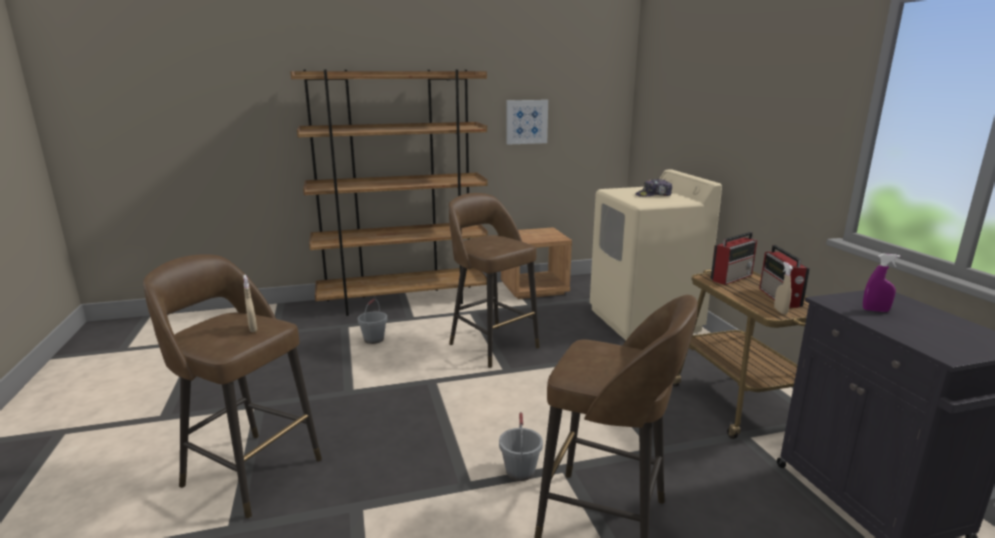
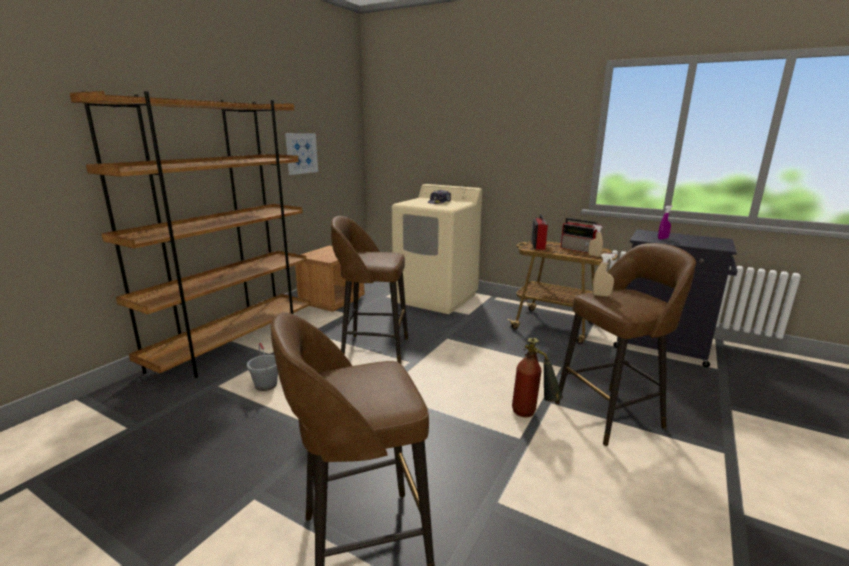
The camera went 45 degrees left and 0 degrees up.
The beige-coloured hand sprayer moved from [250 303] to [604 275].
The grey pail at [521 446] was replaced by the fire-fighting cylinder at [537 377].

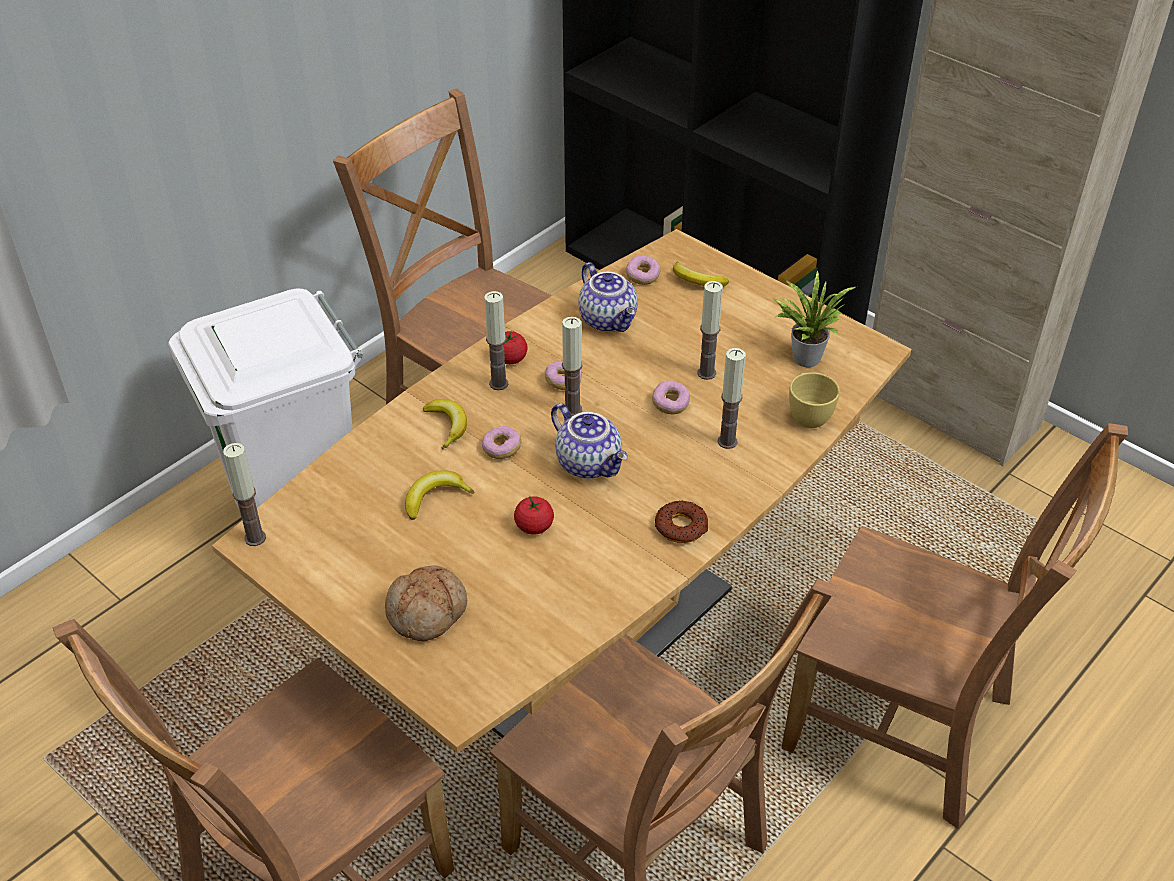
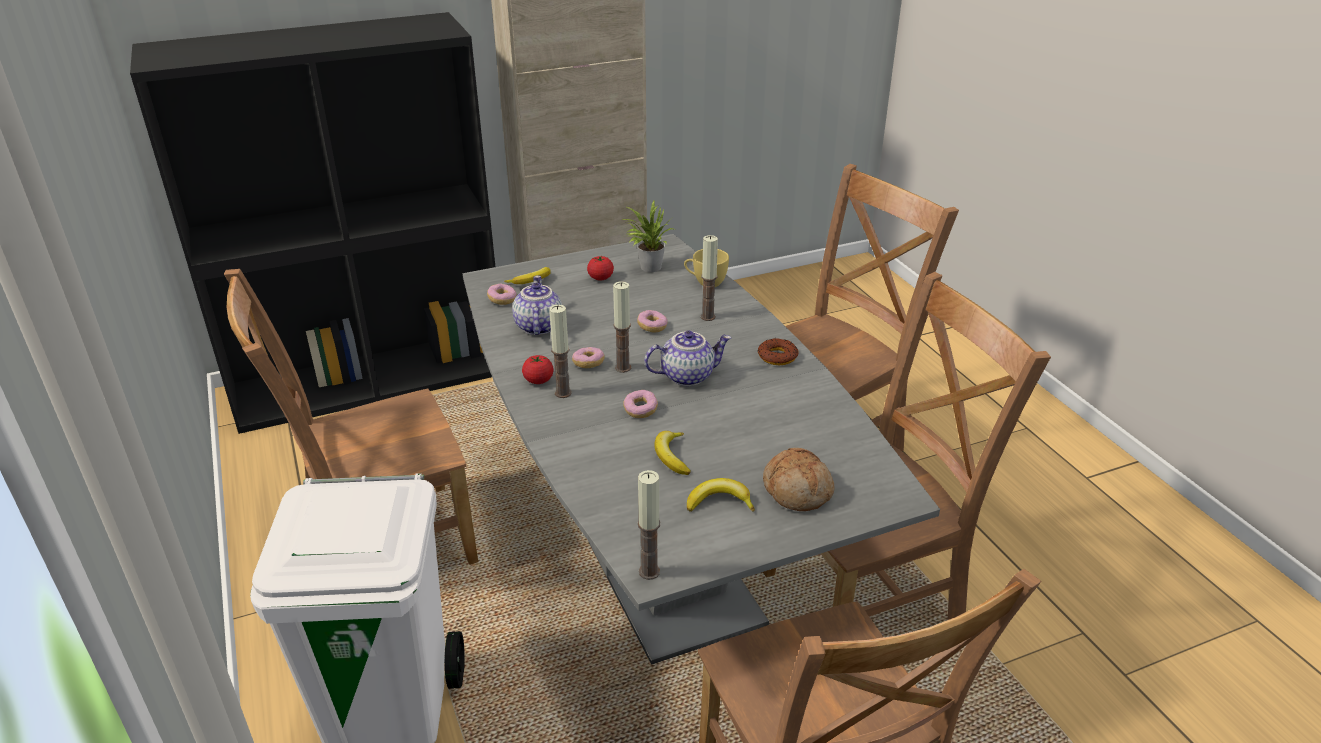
The camera went 65 degrees left and 10 degrees down.
The brown dinner table at [561 491] became the grey dinner table at [701 449].
The whole banana moved from [445 424] to [721 495].
The tomato moved from [534 515] to [600 268].
The tea pot at [608 297] turned 90 degrees counterclockwise.
The wax light at [710 330] disappeared.

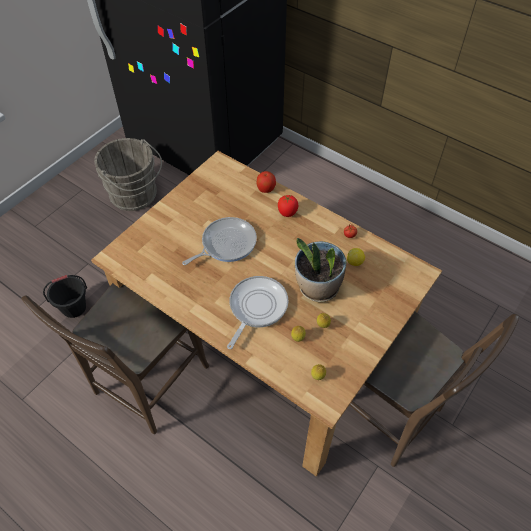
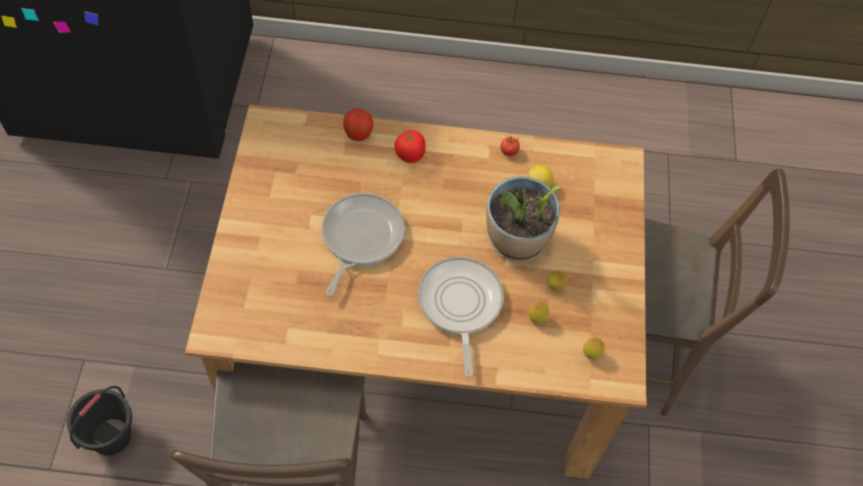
The camera went 35 degrees left and 5 degrees up.
The grey pail at [128 174] disappeared.

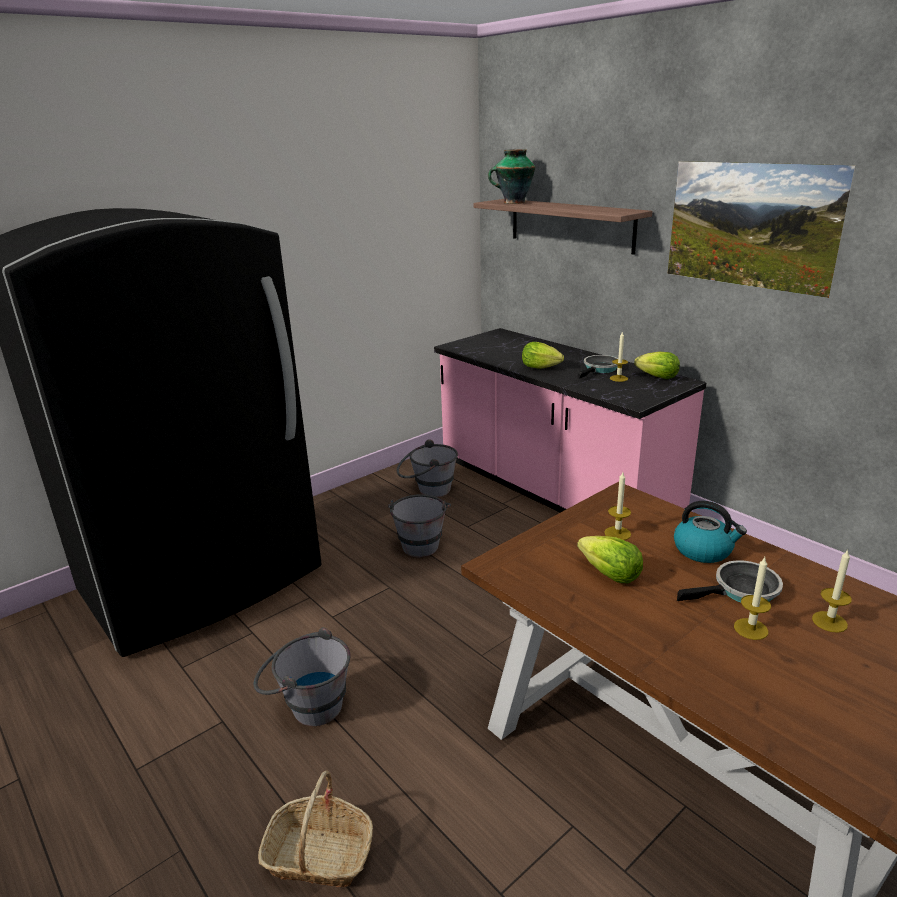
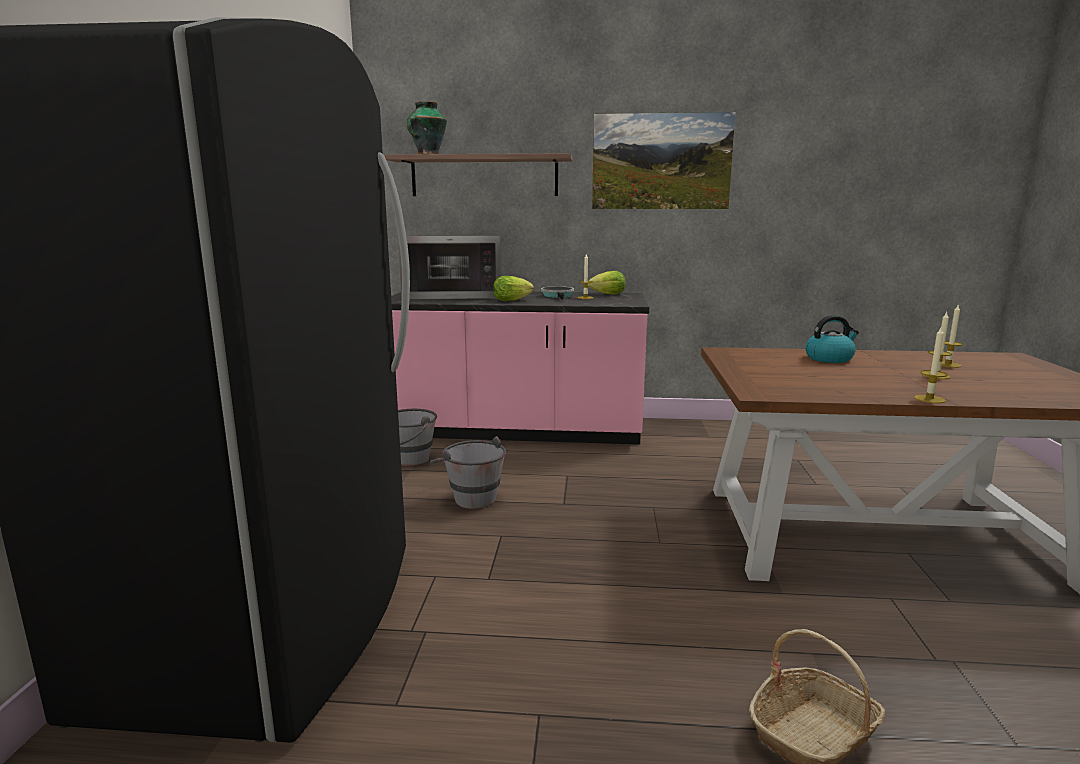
The camera went 45 degrees left and 10 degrees down.
The grey pail at [302 676] disappeared.
The lettuce at [610 559] disappeared.
The wax light moved from [617 506] to [931 364].
The frying pan at [730 581] disappeared.
The kitchen microwave at [449 267] appeared.

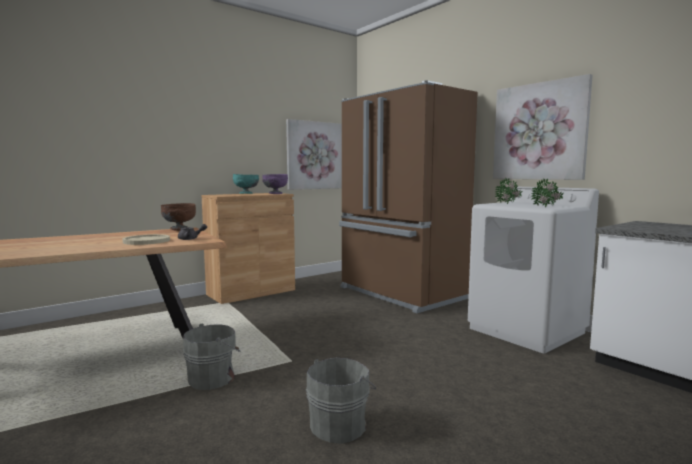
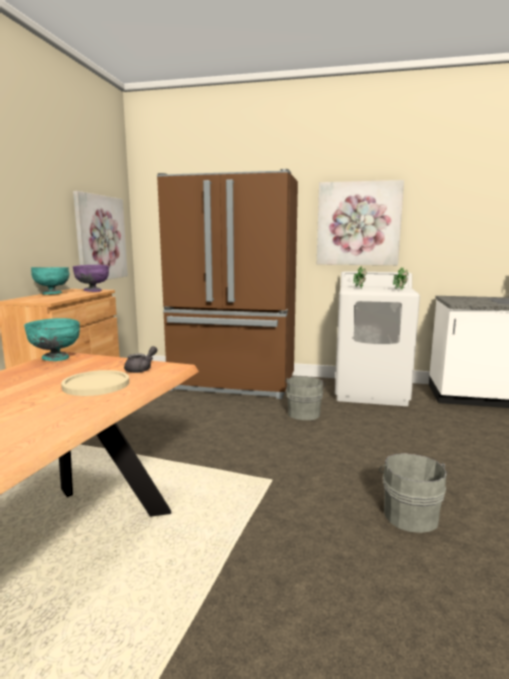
The camera went 40 degrees left and 5 degrees up.
The brown deep dish at [178 217] became the turquoise-coloured deep dish at [52 339].
The grey pail moved from [212 356] to [305 398].

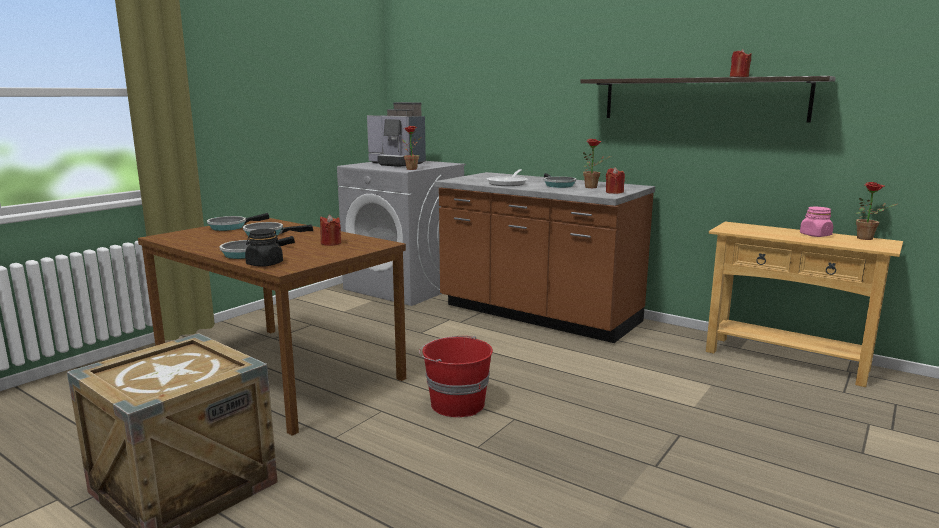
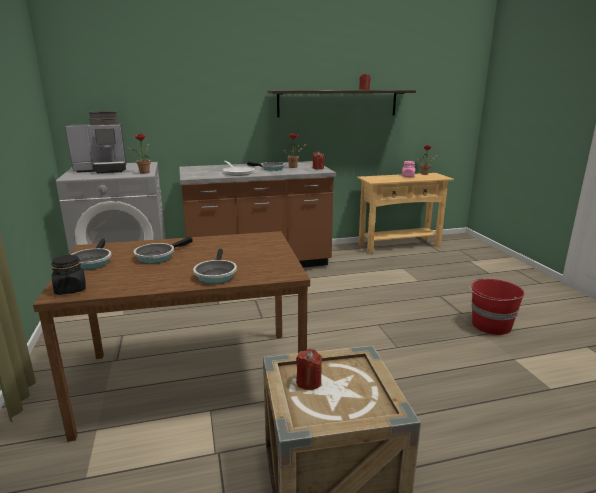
The camera went 50 degrees left and 5 degrees up.
The blackish jar moved from [264 248] to [68 274].
The red wax light moved from [330 230] to [309 369].
The red pail moved from [456 376] to [497 306].

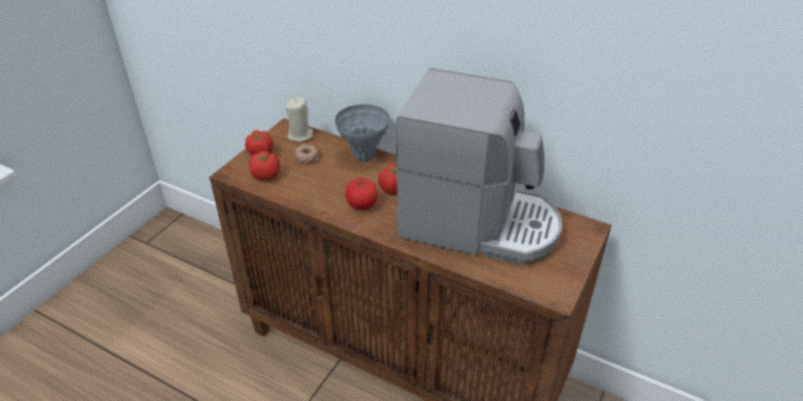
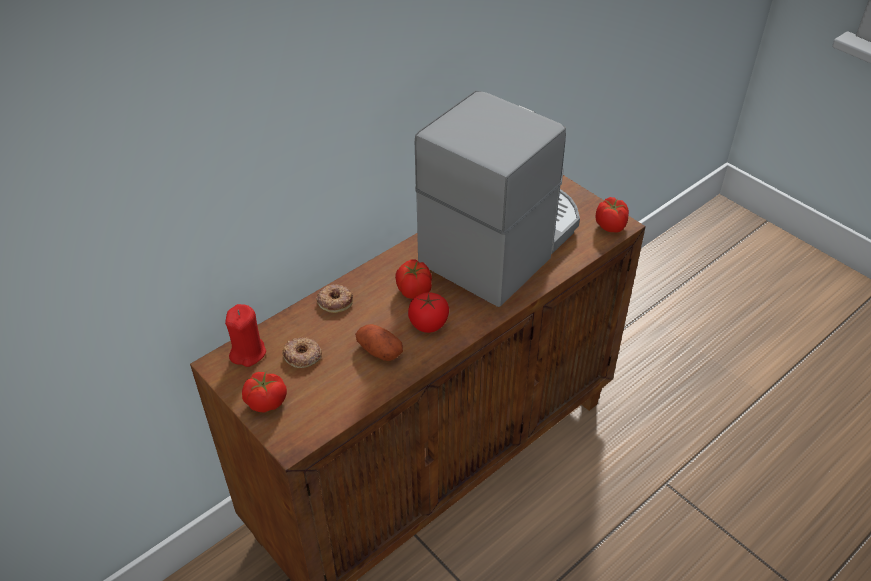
The camera went 70 degrees left and 5 degrees up.
The tomato moved from [264 165] to [612 214].
The beige-coloured wax light at [299 120] became the red wax light at [245 335].
The grey vase at [362 133] was replaced by the doughnut at [334 298].
The whole potato at [379 342] appeared.

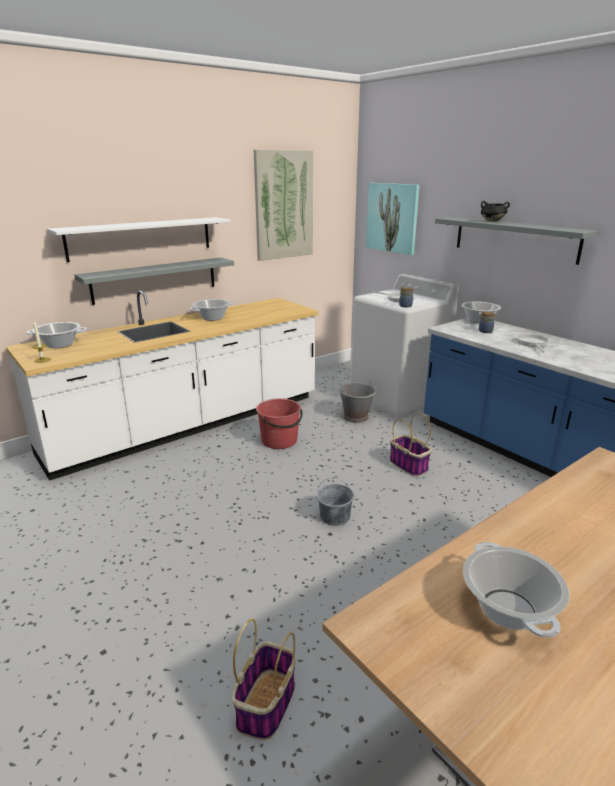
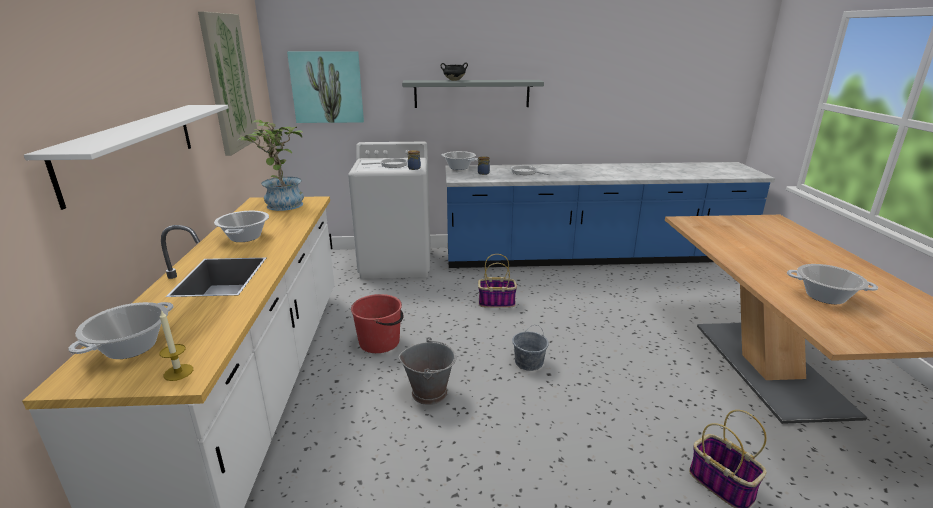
The camera went 55 degrees left and 0 degrees up.
The grey bracket shelf at [154 281] disappeared.
The grey pail moved from [357 402] to [427 371].
The potted plant at [271 165] appeared.

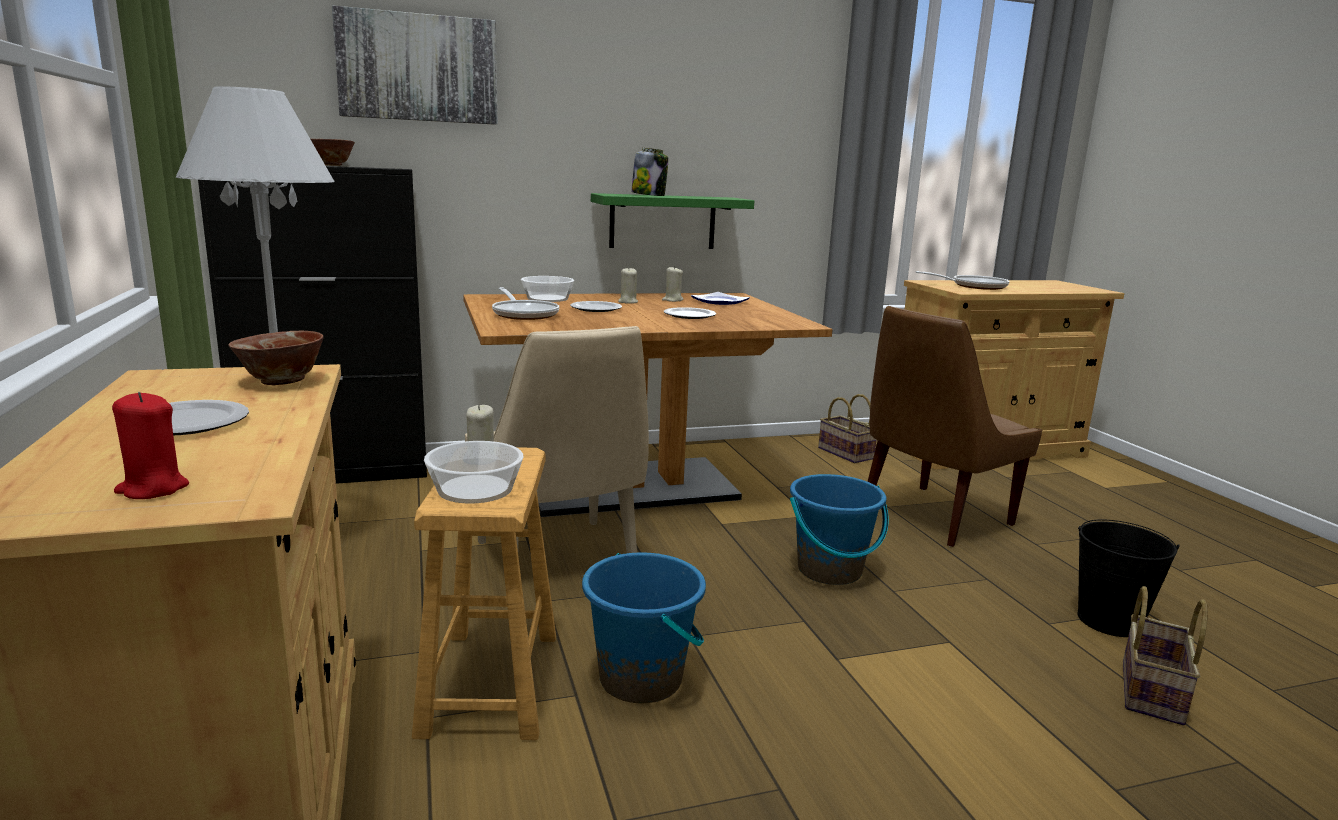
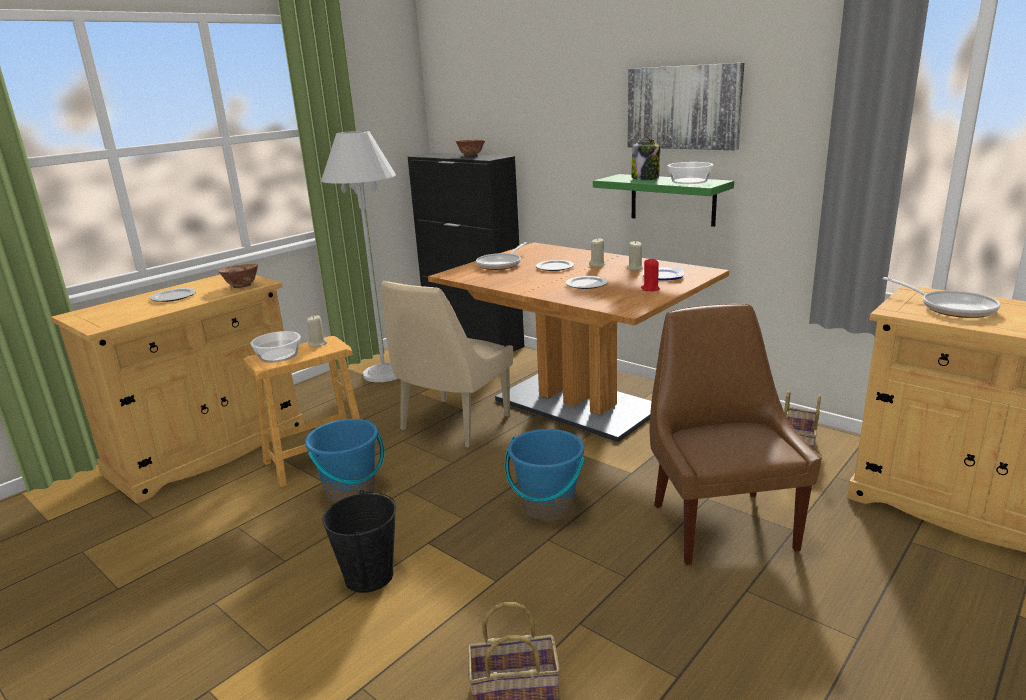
The camera went 60 degrees right and 5 degrees up.
The red wax light moved from [150 445] to [650 275].
The wall art moved from [415 65] to [685 106].
The deep dish moved from [547 289] to [690 173].
The brown chair at [955 426] turned 60 degrees clockwise.
The blackish pail moved from [1128 578] to [359 541].

